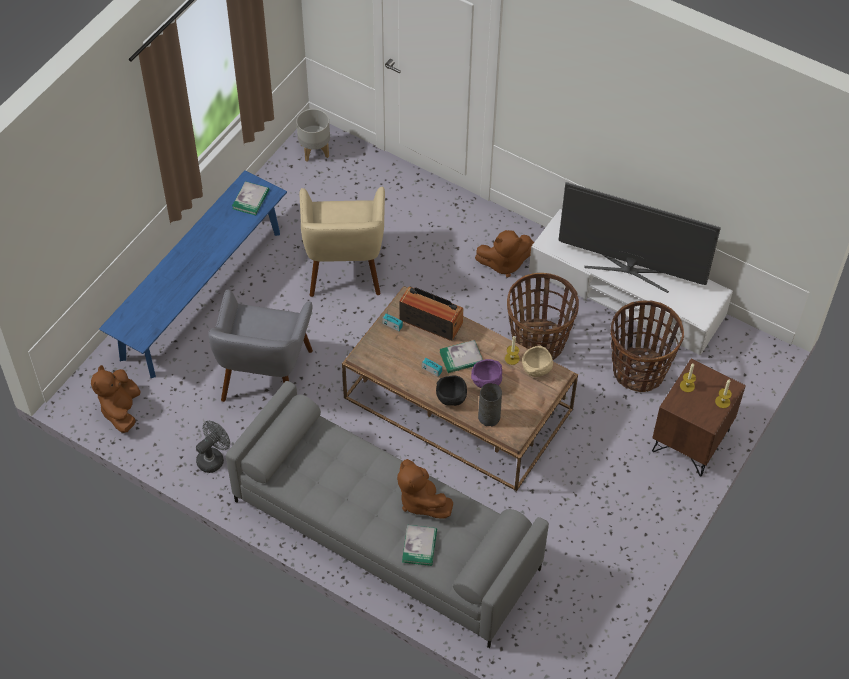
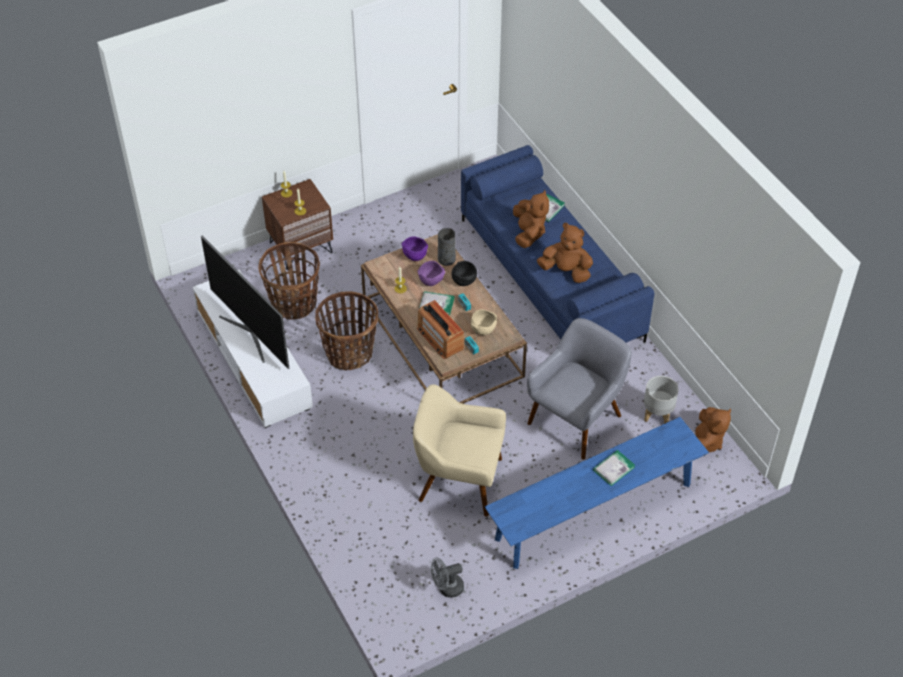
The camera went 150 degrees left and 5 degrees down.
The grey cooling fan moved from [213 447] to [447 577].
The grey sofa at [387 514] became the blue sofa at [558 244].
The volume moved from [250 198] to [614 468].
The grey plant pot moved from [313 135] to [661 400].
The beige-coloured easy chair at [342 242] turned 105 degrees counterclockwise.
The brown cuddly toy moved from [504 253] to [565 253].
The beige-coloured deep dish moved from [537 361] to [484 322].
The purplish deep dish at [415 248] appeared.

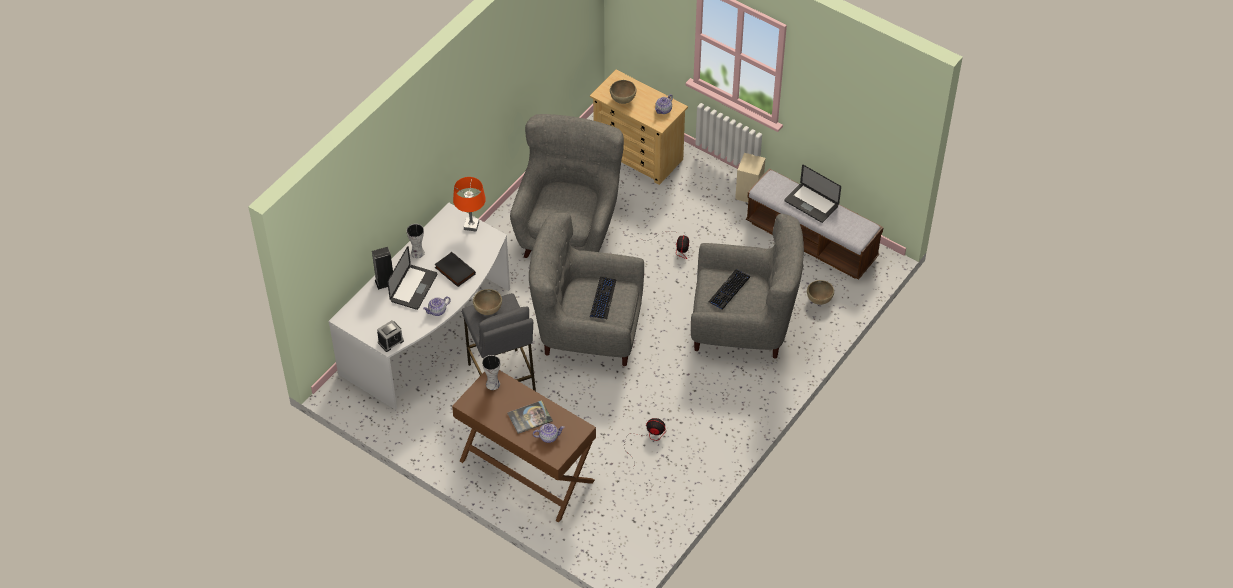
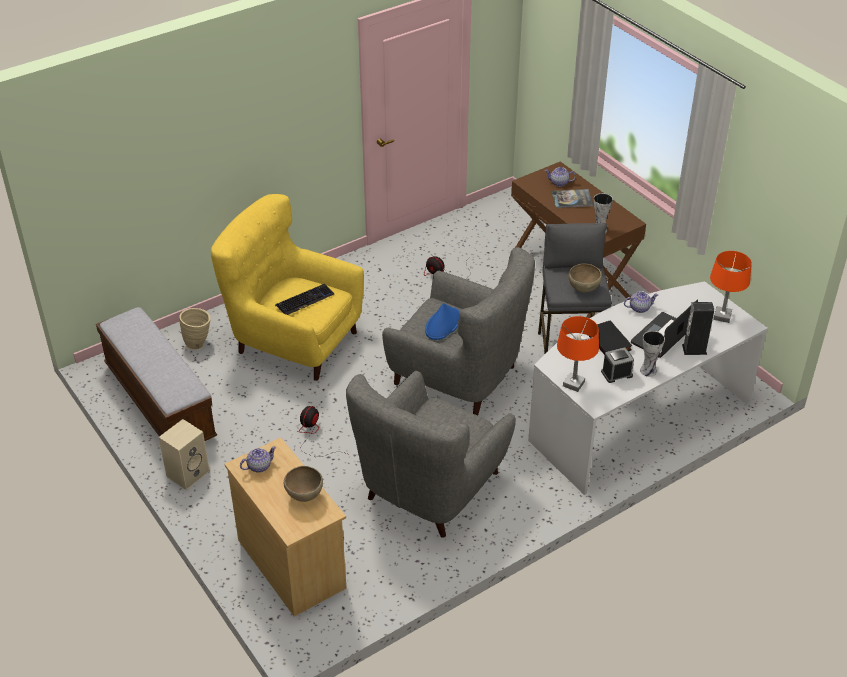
The camera went 160 degrees left and 10 degrees down.
The bedside clock moved from [390 336] to [617 365].
The keyboard at [603 298] was replaced by the blue hat at [442 321].
The grey easy chair at [747 286] became the yellow easy chair at [287 287].
The laptop at [812 194] disappeared.
The brown deep dish at [820 292] was replaced by the beige-coloured vase at [195 329].
The orange-coloured lamp for a table at [731 287] appeared.

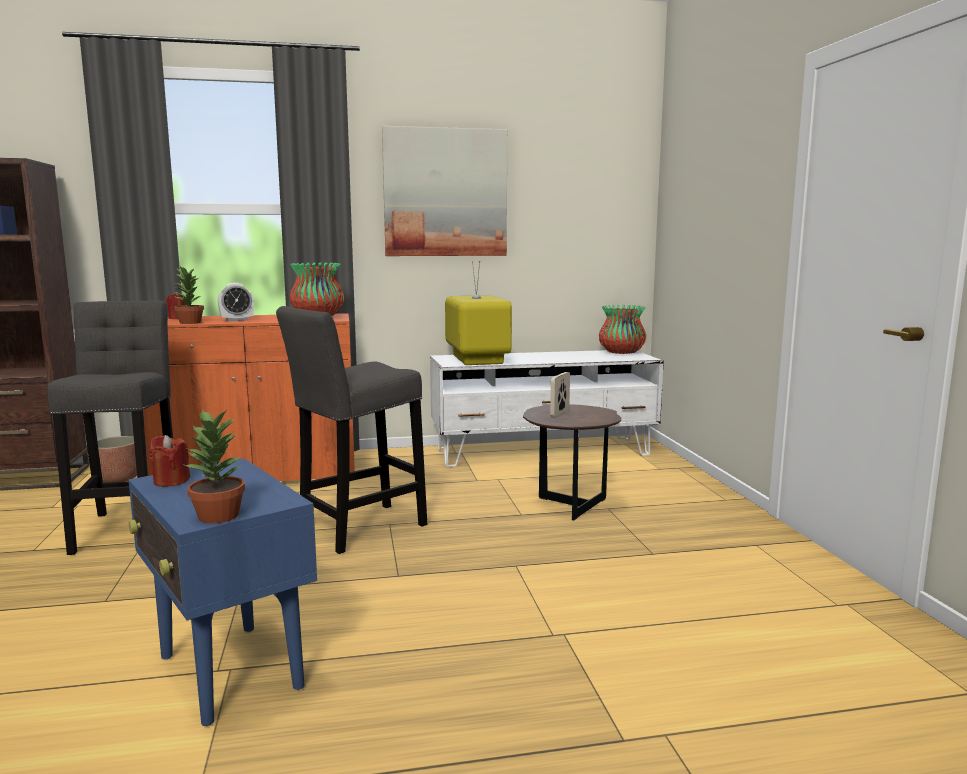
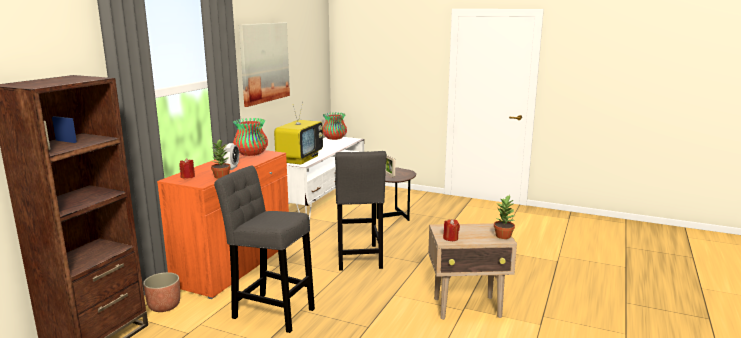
The camera went 55 degrees left and 5 degrees up.
The blue side table at [222 592] became the beige-coloured side table at [472 271].
The TV at [478 313] turned 90 degrees clockwise.

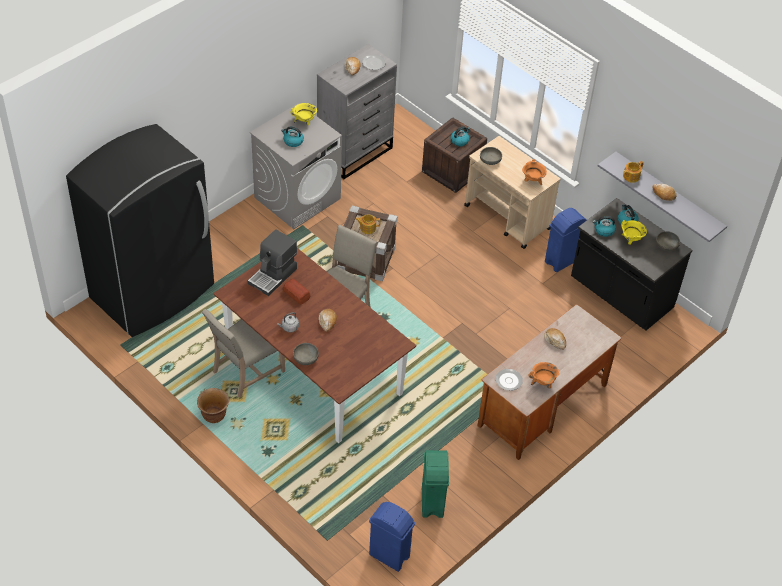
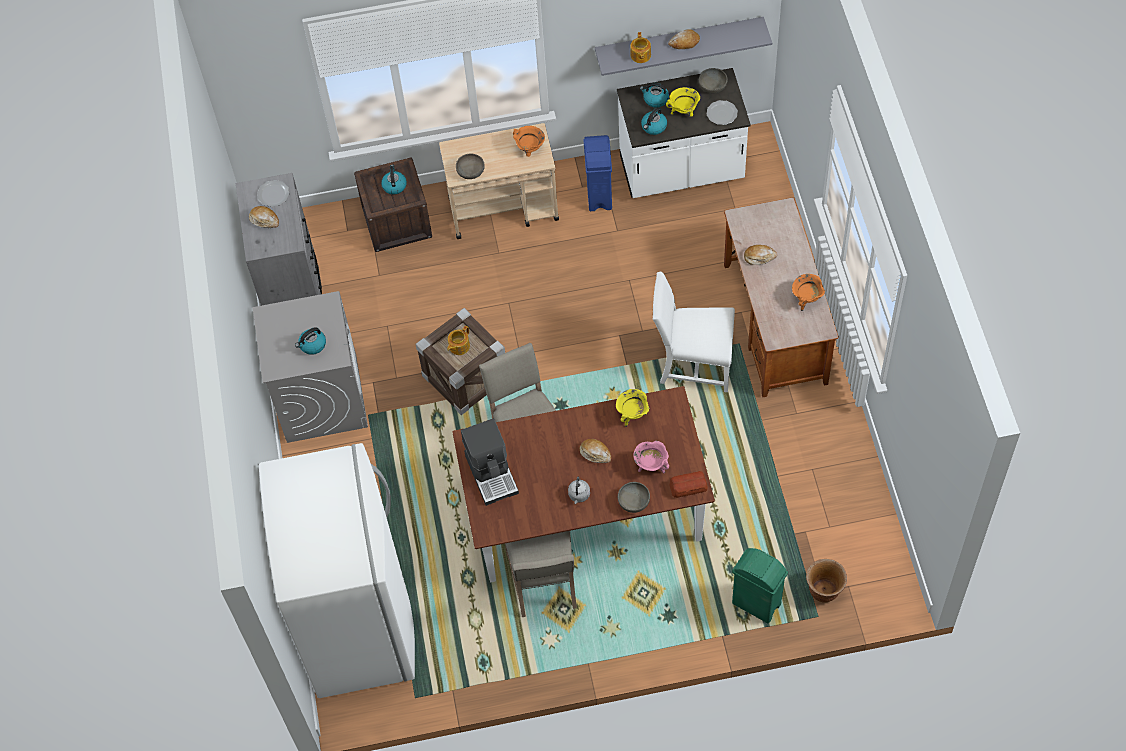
The camera went 50 degrees left and 10 degrees up.
The blackish kitchen fridge at [140 230] became the whitish kitchen fridge at [337 570].
The brown plant pot moved from [213 405] to [826 581].
The bakery bread moved from [296 291] to [688 484].
The yellow stockpot moved from [303 114] to [632 408].
The blue waste bin at [392 537] disappeared.
The green-coloured waste bin moved from [435 484] to [760 585].
The flat dish moved from [509 380] to [722 112].
The blackish kitchen base unit at [632 264] became the whitish kitchen base unit at [684 133].
The pink-coloured stockpot at [651 457] appeared.
The whitish chair at [693 332] appeared.

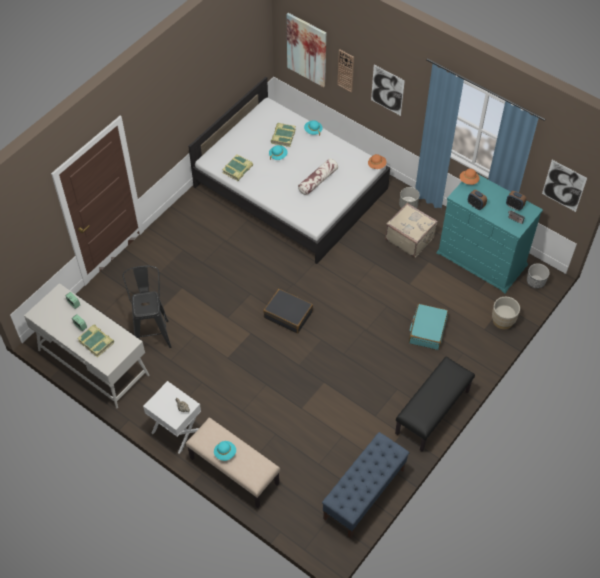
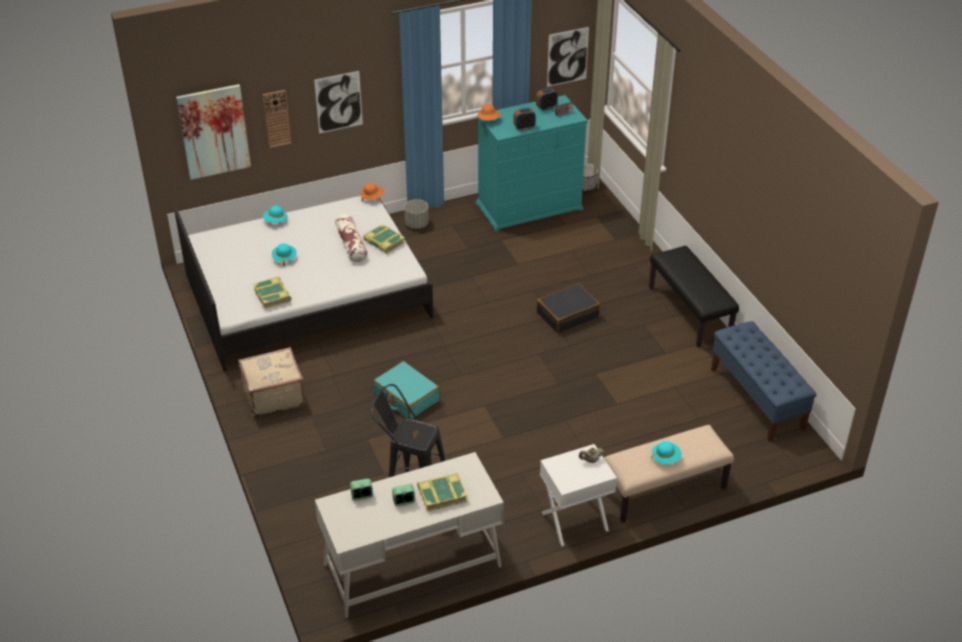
The camera went 60 degrees left and 15 degrees down.
The blackish piece of luggage moved from [288 311] to [568 308].
The volume moved from [283 135] to [384 239].
The beige-coloured piece of luggage moved from [411 230] to [271 382].
The turquoise-coloured piece of luggage moved from [428 327] to [406 390].
The beige-coloured plant pot at [506 313] disappeared.

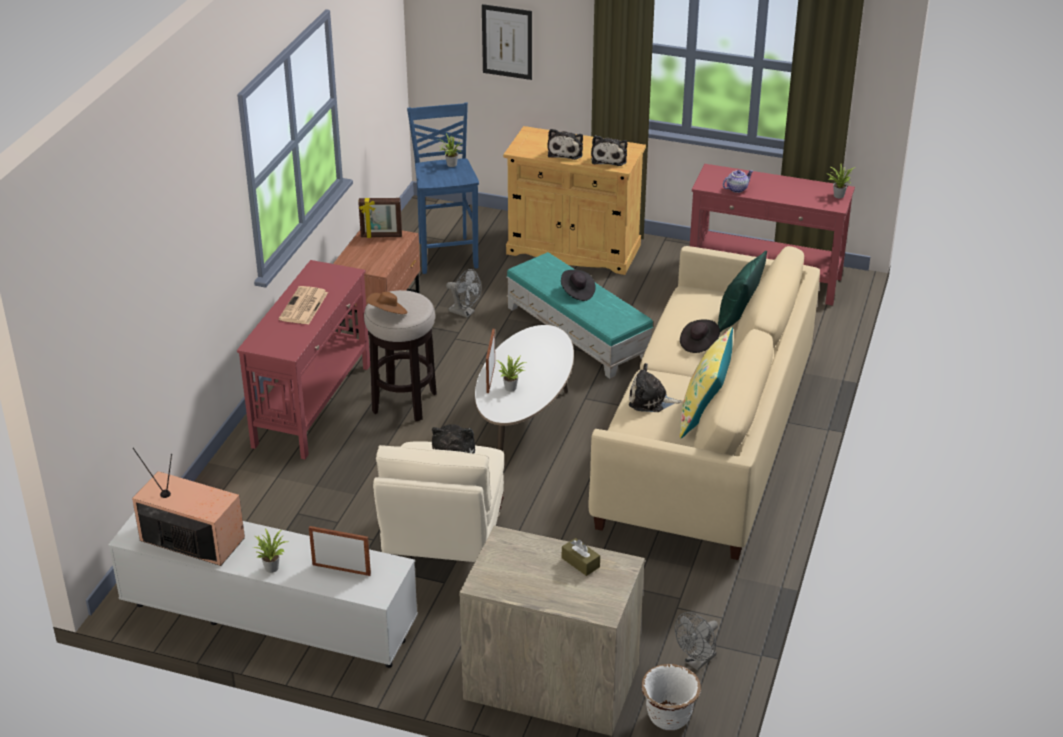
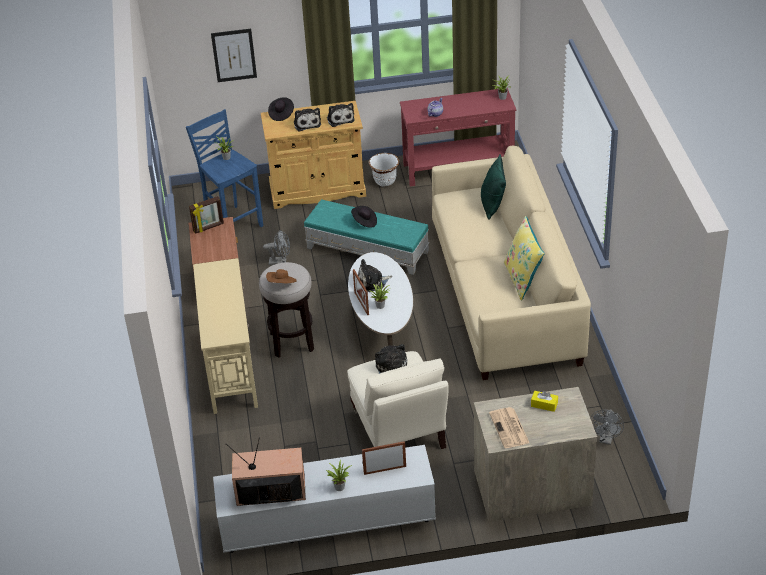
The camera went 25 degrees left and 5 degrees up.
The red narrow table at [303 359] became the beige-coloured narrow table at [225 336].
The newspaper moved from [303 305] to [509 427].
The brown box of tissues at [581 557] became the yellow box of tissues at [544 401].
The cuddly toy moved from [655 387] to [375 275].
The whitish plant pot moved from [671 697] to [384 169].
The blackish hat moved from [700 336] to [281 109].

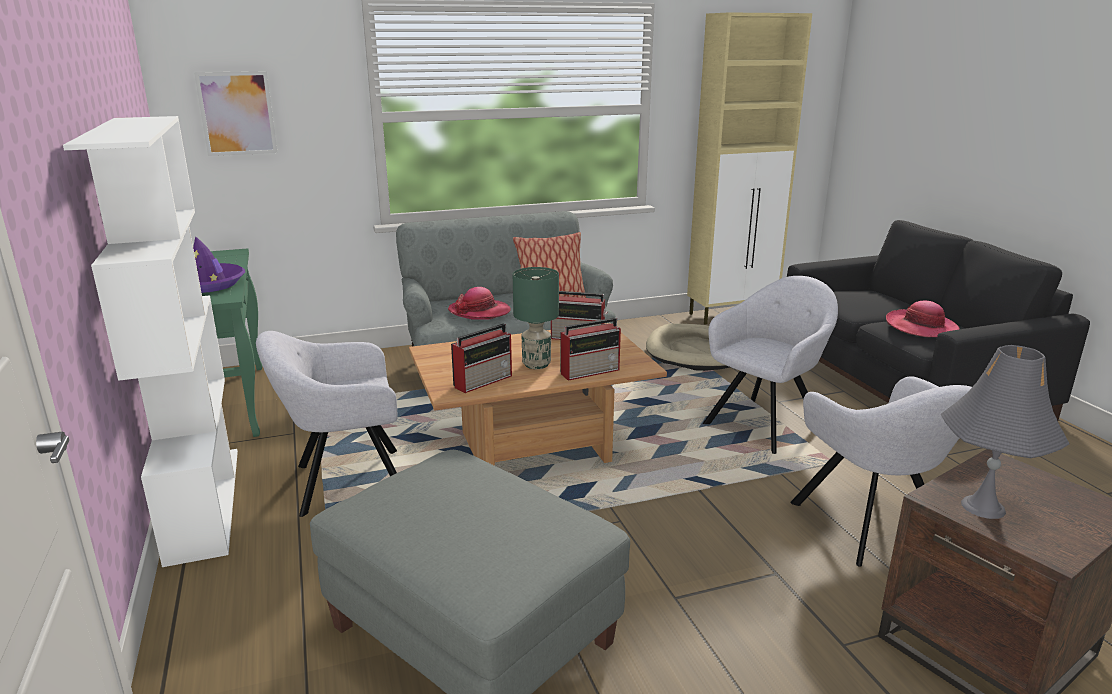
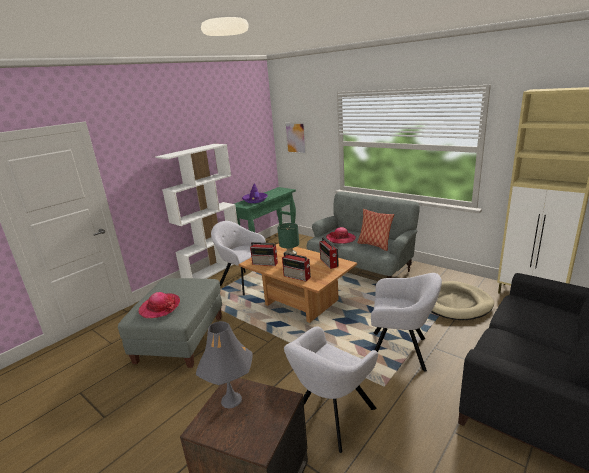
The camera went 60 degrees right and 0 degrees up.
The hat moved from [923 319] to [159 305].

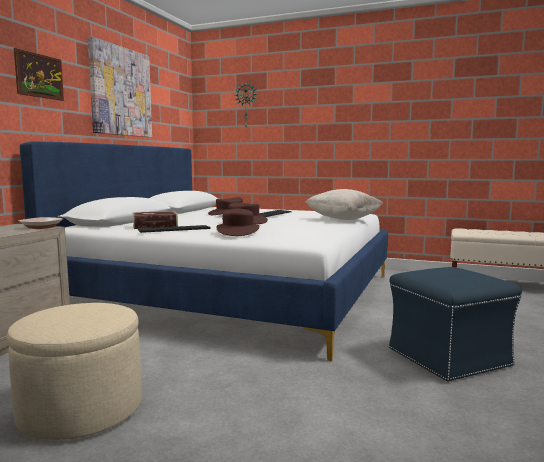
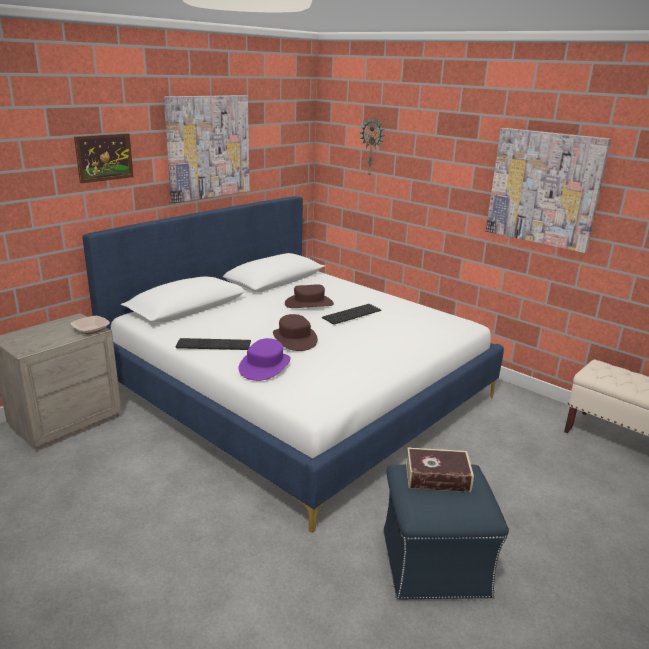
The camera went 20 degrees right and 15 degrees up.
The beige-coloured pouffe at [74 371] disappeared.
The volume moved from [155 220] to [440 469].
The brown hat at [237 222] became the purplish hat at [265 359].
The beige-coloured pillow at [344 204] disappeared.
The wall art at [548 190] appeared.

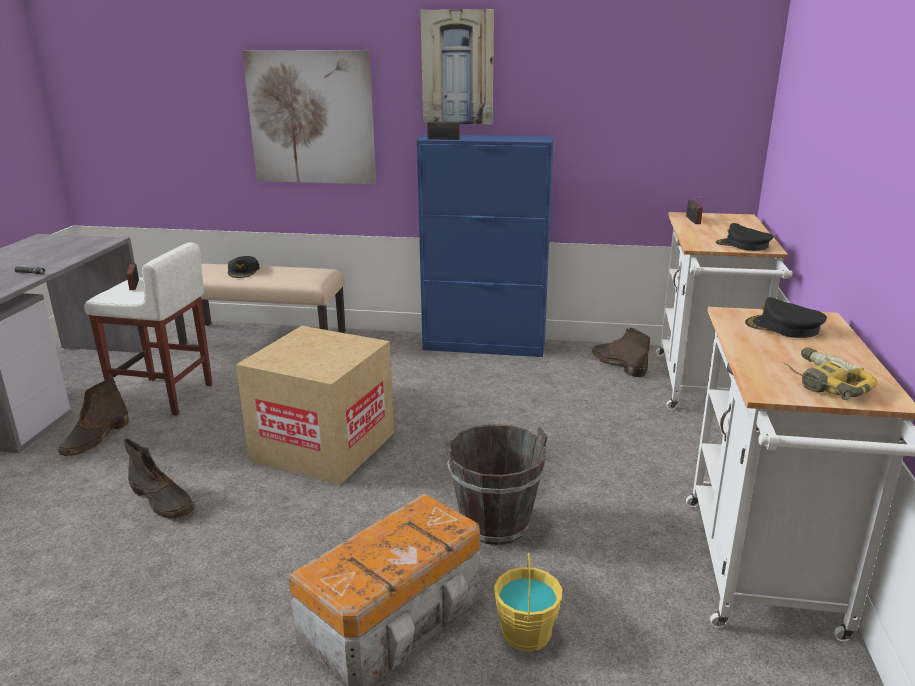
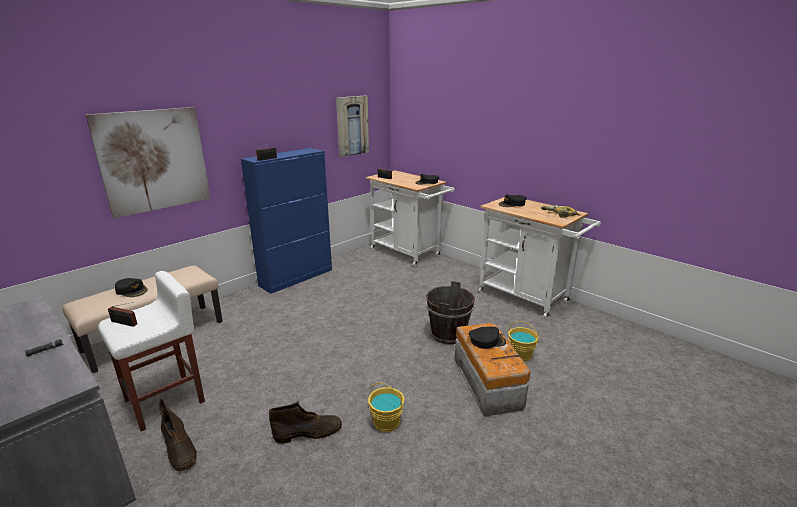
The camera went 55 degrees left and 0 degrees up.
The carton at [315 405] disappeared.
The wall art moved from [457 66] to [352 126].
The brown tall boot at [621 353] disappeared.
The yellow pail at [386 407] appeared.
The blackish baseball cap at [487 338] appeared.

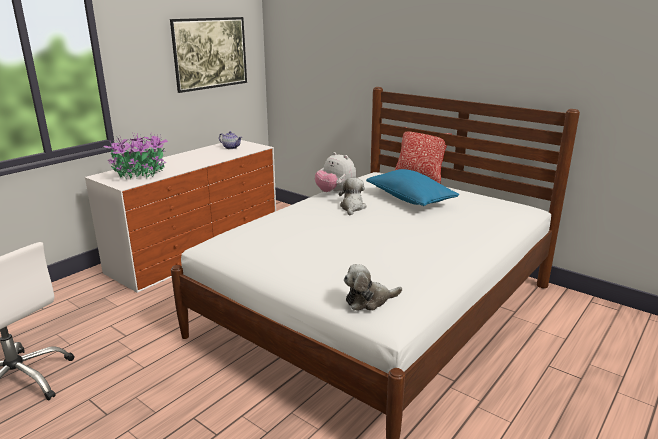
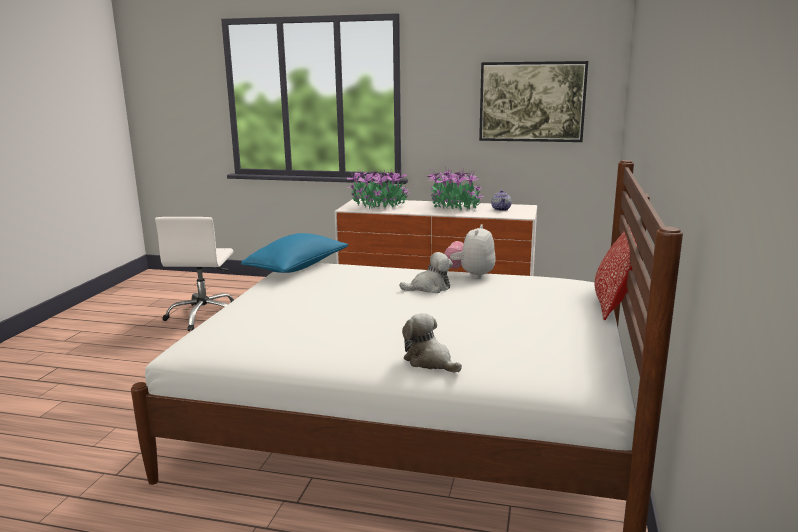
The camera went 65 degrees right and 5 degrees down.
The cuddly toy moved from [373 287] to [432 343].
The blue pillow moved from [412 187] to [294 253].
The potted plant at [455 188] appeared.

